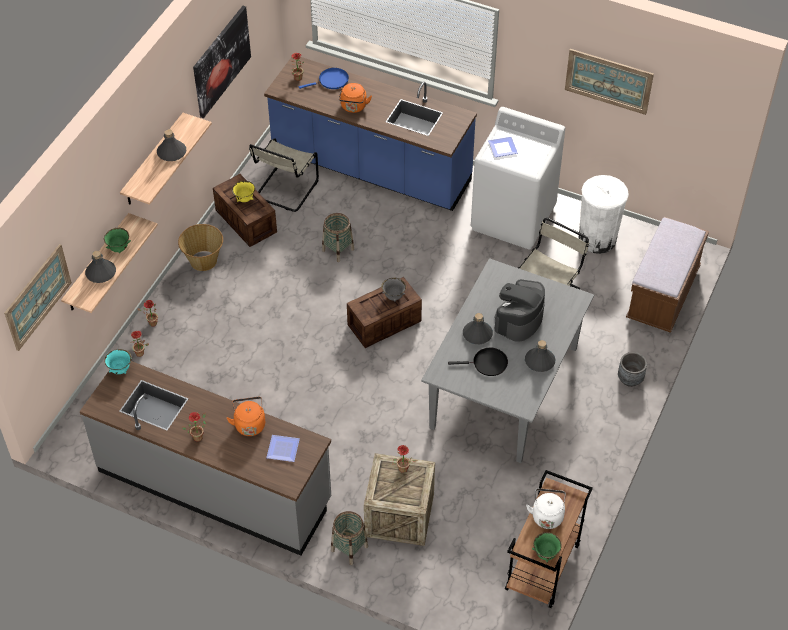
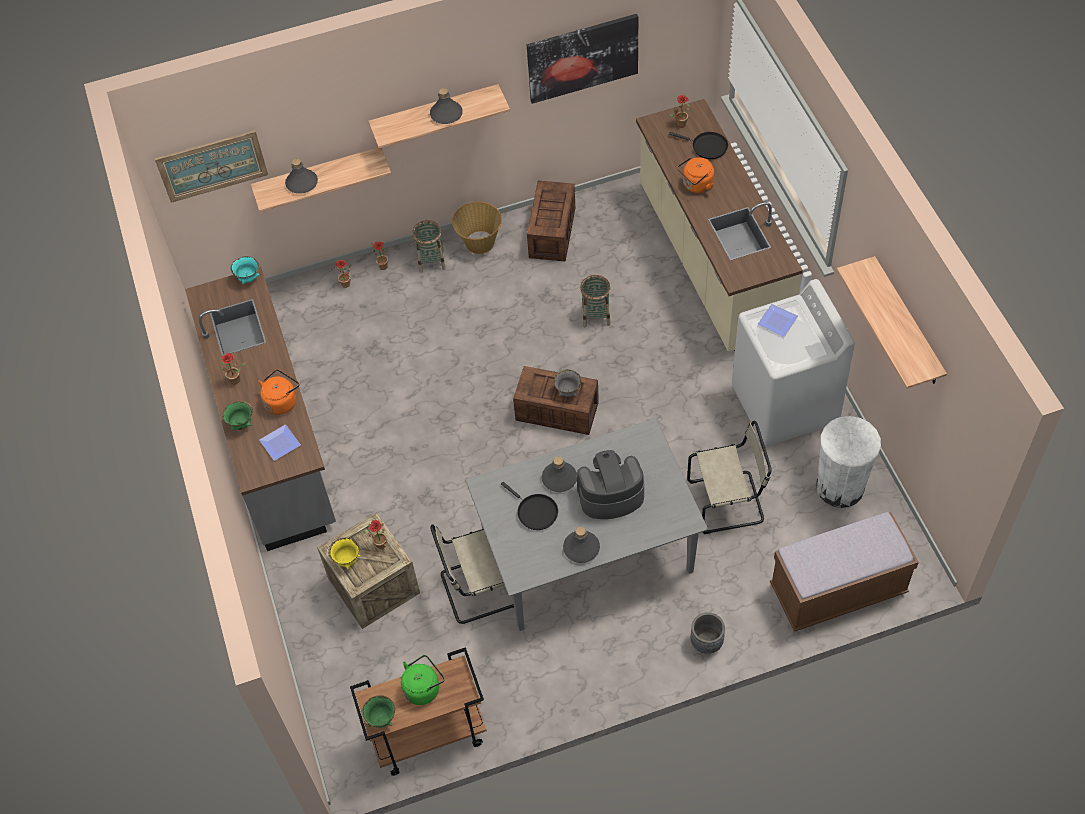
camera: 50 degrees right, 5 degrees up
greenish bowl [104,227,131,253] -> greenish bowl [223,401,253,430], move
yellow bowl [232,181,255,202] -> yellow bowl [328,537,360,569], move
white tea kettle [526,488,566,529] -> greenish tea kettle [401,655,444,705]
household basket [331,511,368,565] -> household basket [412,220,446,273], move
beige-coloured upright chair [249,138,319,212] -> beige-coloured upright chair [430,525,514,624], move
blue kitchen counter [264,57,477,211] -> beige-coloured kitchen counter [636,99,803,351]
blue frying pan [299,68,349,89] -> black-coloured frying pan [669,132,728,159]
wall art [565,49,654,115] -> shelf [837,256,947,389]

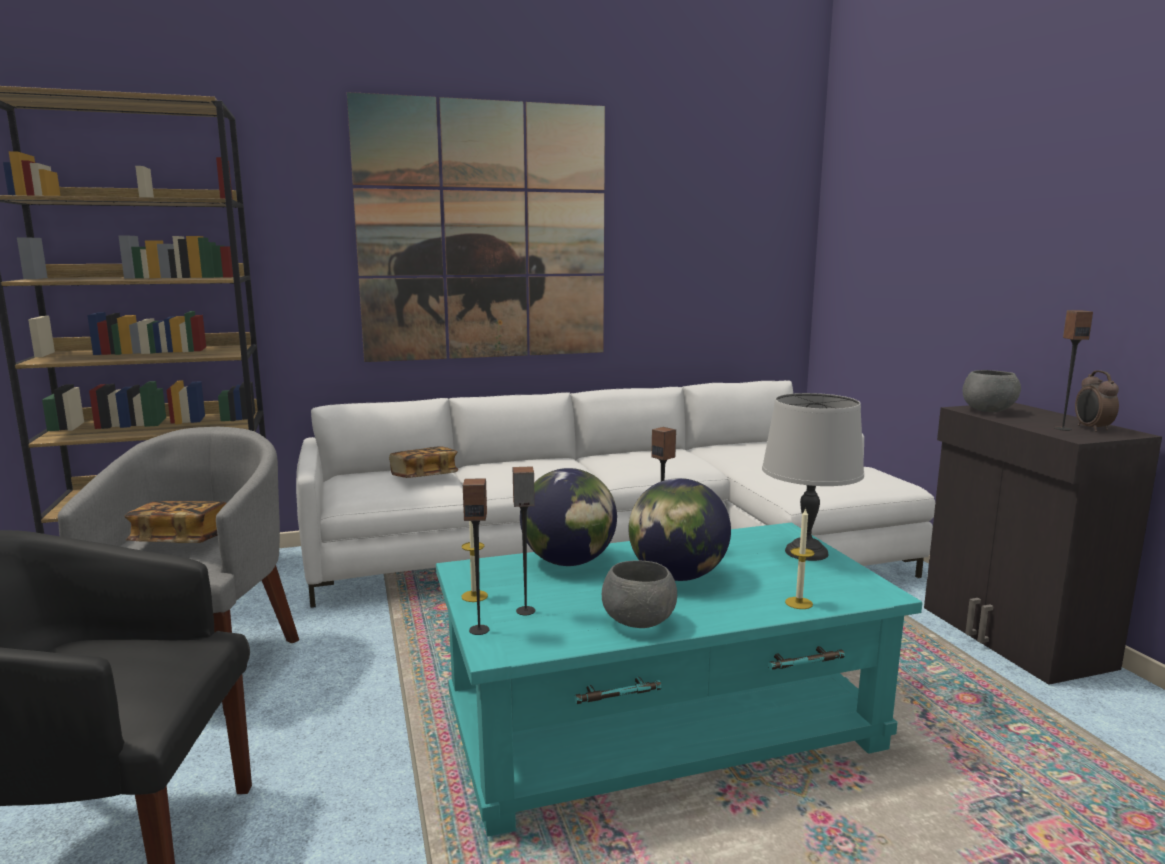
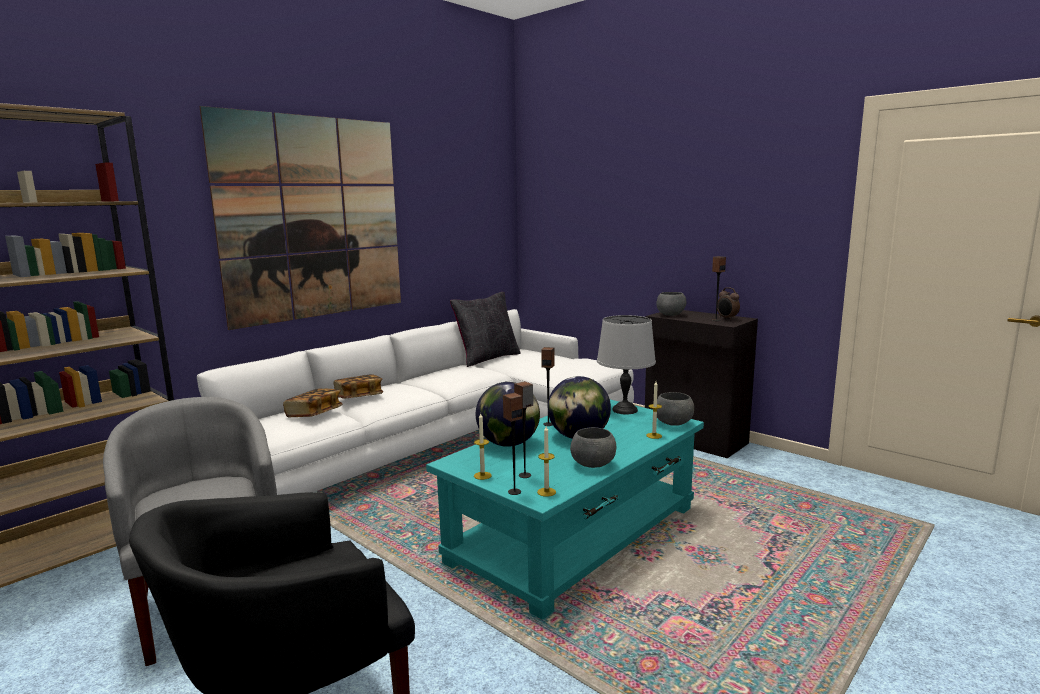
camera: 30 degrees left, 0 degrees up
volume [124,501,227,543] -> volume [334,374,383,399], move
none -> black-coloured cushion [450,292,520,367]
none -> wax candle [537,426,556,497]
none -> gray bowl [657,392,694,426]

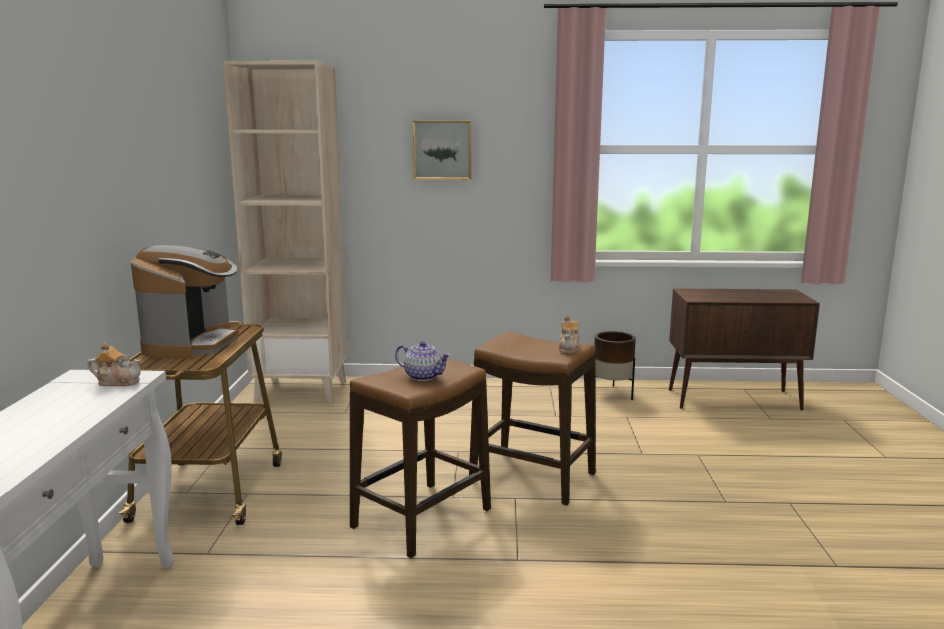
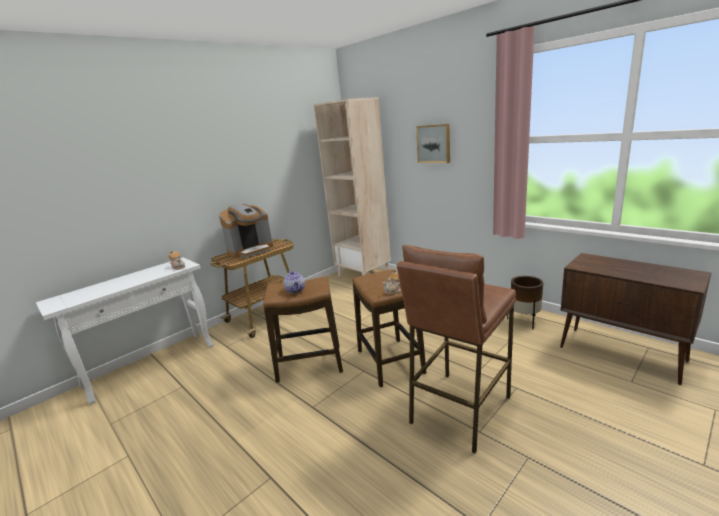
camera: 45 degrees right, 5 degrees up
none -> brown-coloured sitting stool [397,245,516,453]

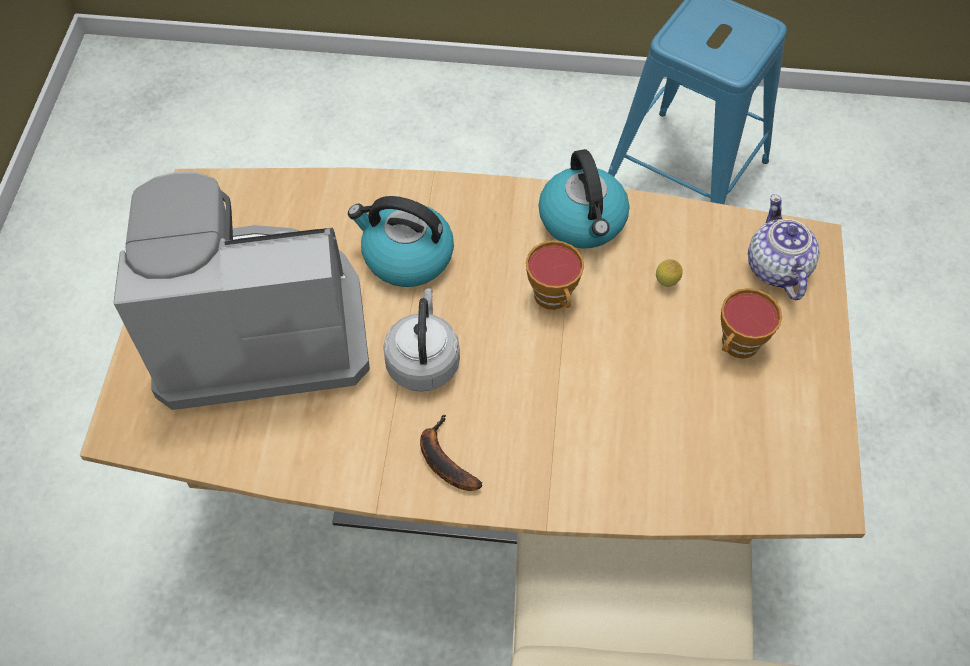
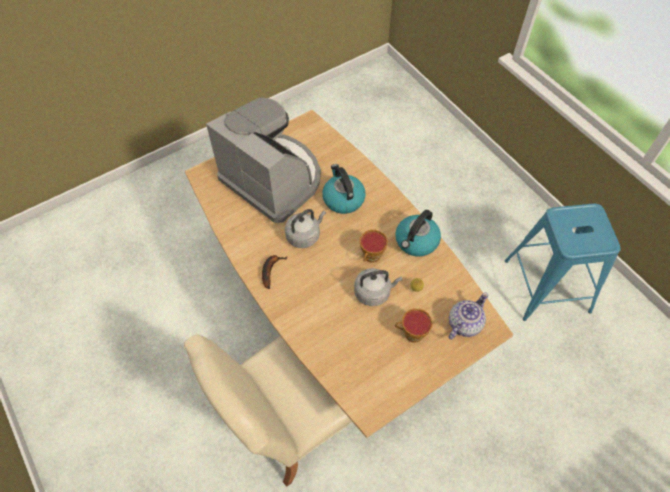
camera: 50 degrees right, 0 degrees up
none -> gray tea kettle [354,268,403,306]

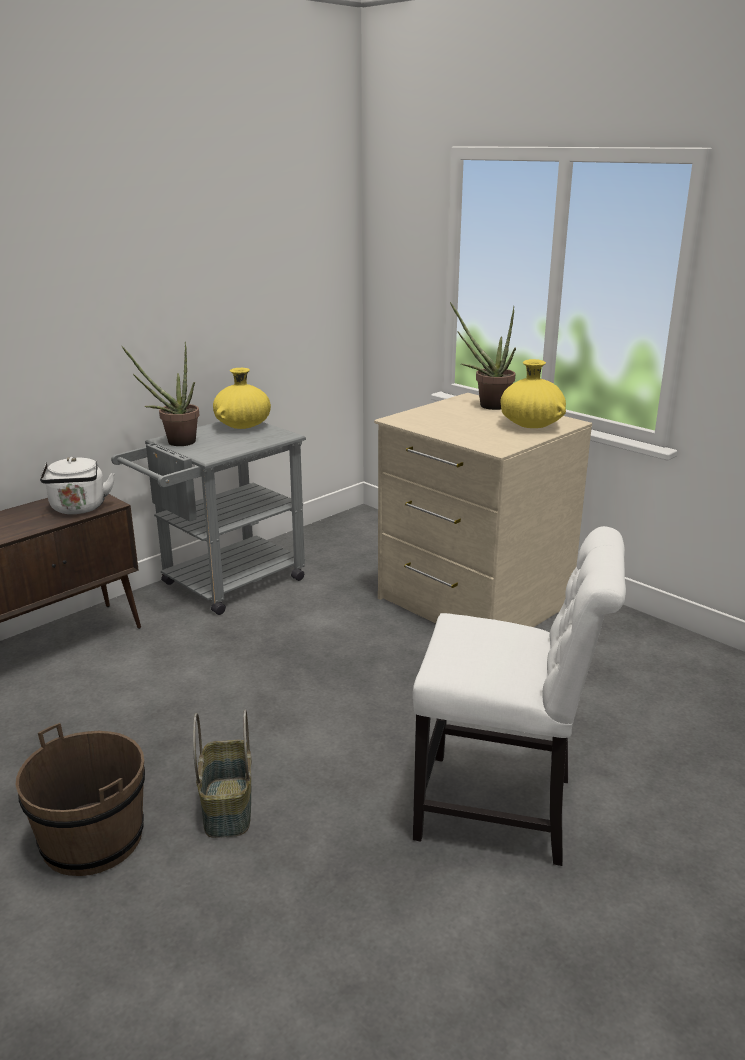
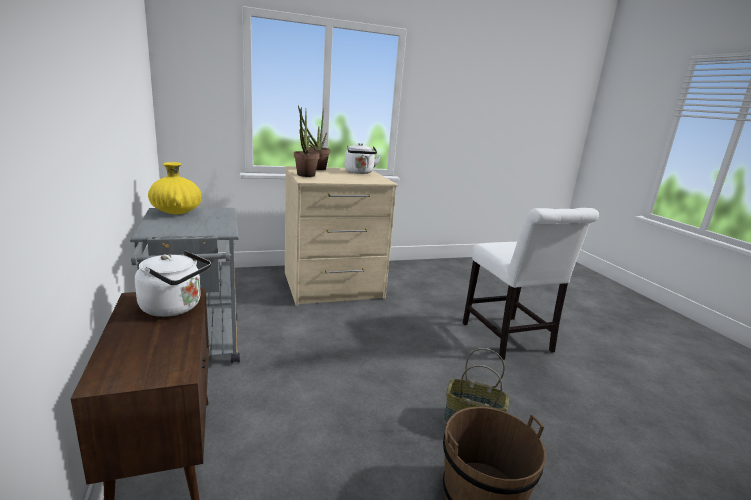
camera: 65 degrees left, 5 degrees down
plant in a pot [122,342,199,446] -> plant in a pot [294,107,320,177], move
yellow flower vase [501,359,566,428] -> white tea kettle [345,143,381,174]
white upright chair [413,526,626,866] -> white upright chair [462,208,599,360], 120 degrees clockwise

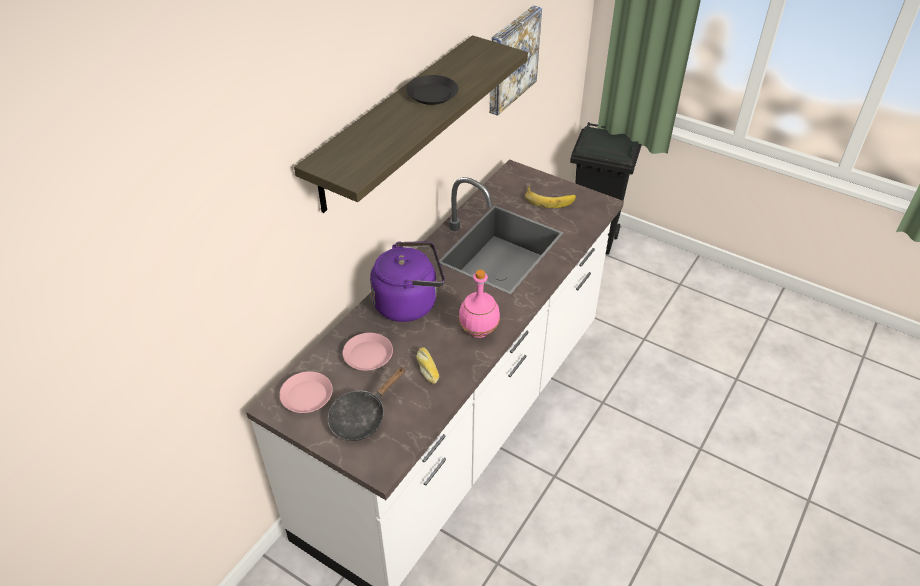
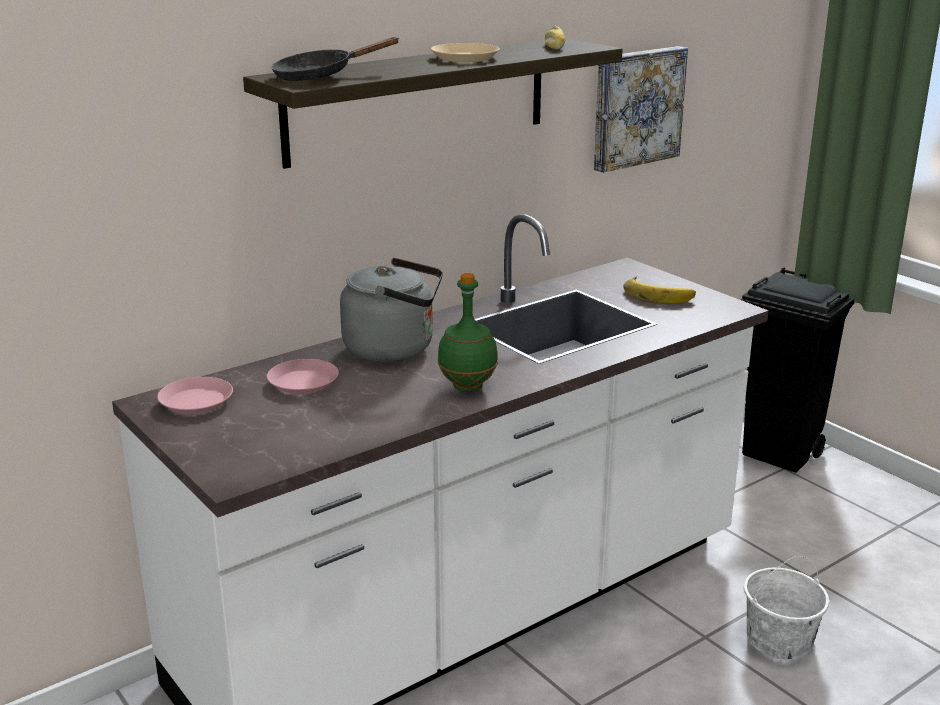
camera: 20 degrees right, 20 degrees down
black-coloured frying pan [328,367,405,441] -> black-coloured frying pan [271,37,400,81], move
purple tea kettle [370,242,445,322] -> gray tea kettle [340,258,443,362]
black-coloured flat dish [406,75,458,105] -> beige-coloured flat dish [431,43,500,62]
pink drink bottle [459,269,500,338] -> greenish drink bottle [438,273,498,392]
bakery bread [416,347,439,384] -> bakery bread [545,26,565,49], move
none -> white bucket [744,556,829,660]

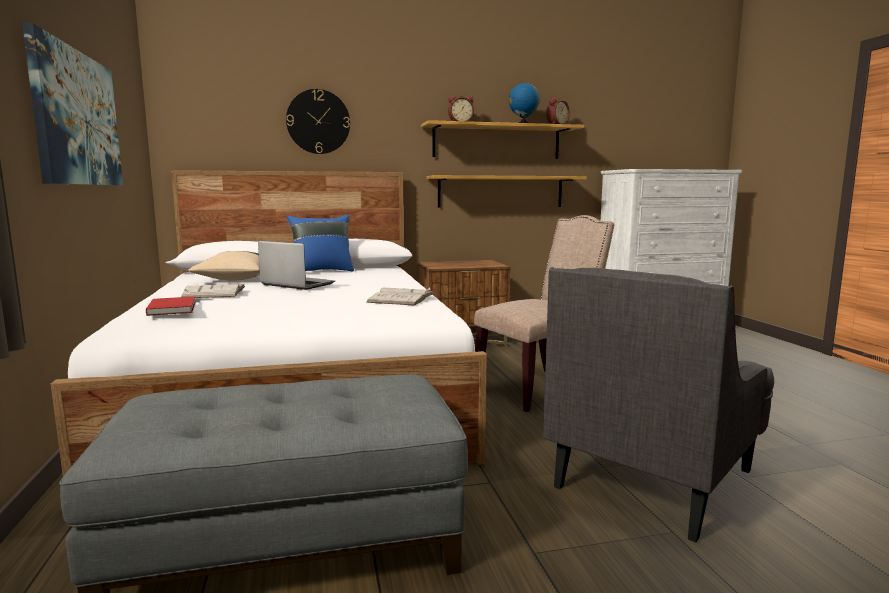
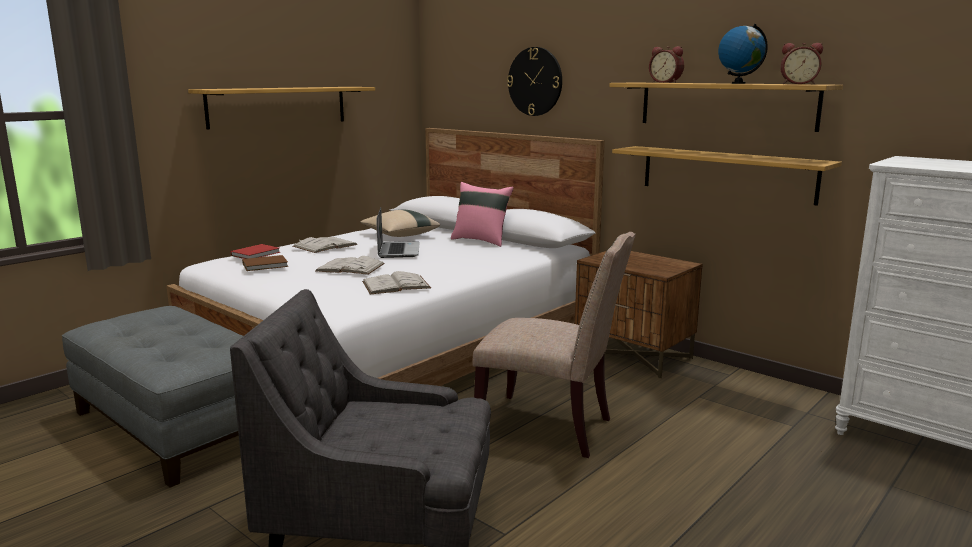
camera: 55 degrees right, 5 degrees up
wall art [22,23,123,185] -> shelf [188,87,375,129]
none -> brown-coloured volume [242,255,288,271]
none -> white volume [316,256,385,275]
blue cushion [287,215,354,272] -> pink cushion [451,182,514,247]

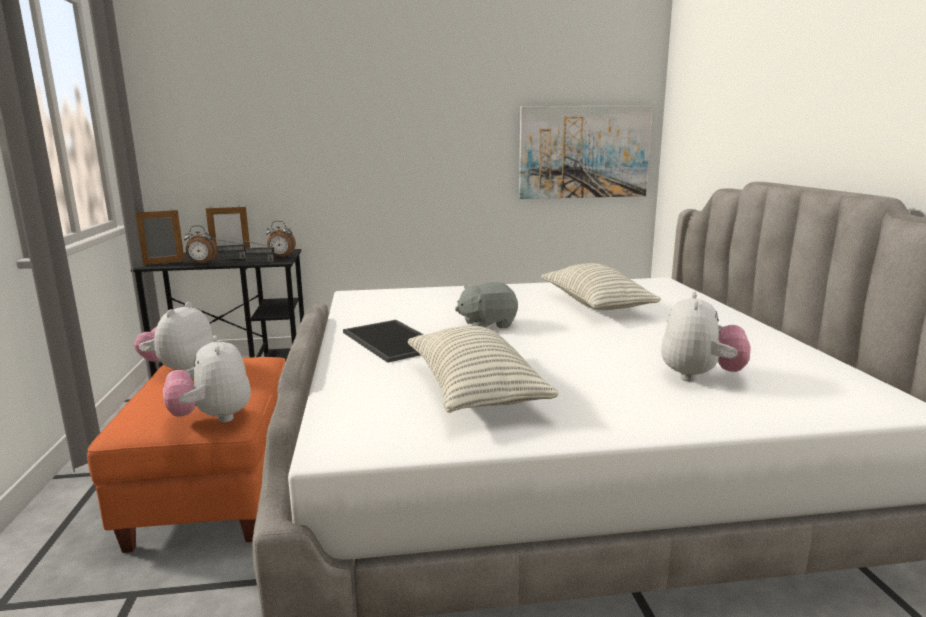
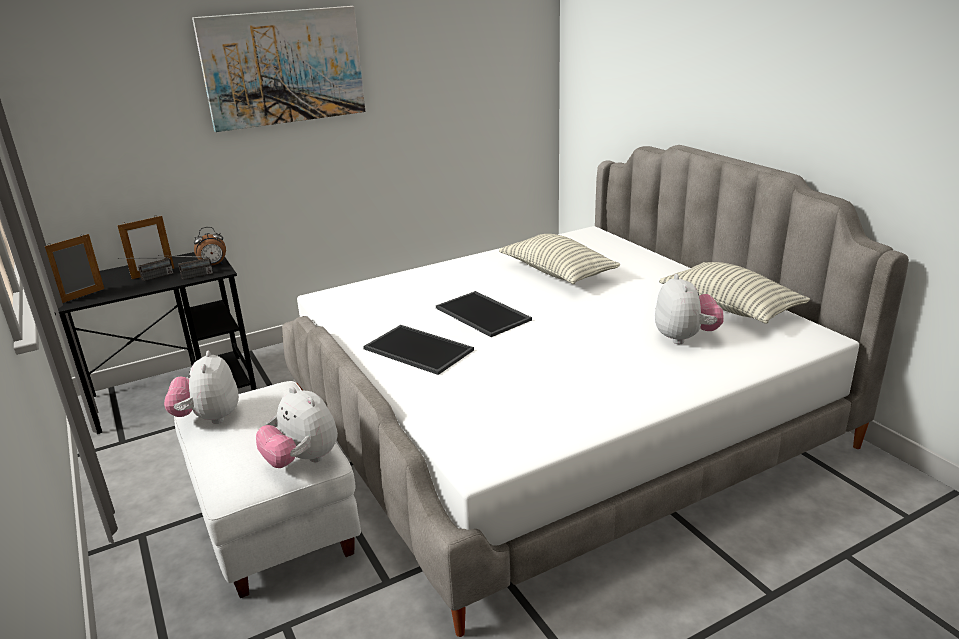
camera: 20 degrees left, 10 degrees up
orange-coloured pouffe [87,357,286,553] -> white pouffe [174,381,361,598]
wall art [519,106,652,199] -> wall art [192,6,365,132], move
gray cuddly toy [455,282,518,328] -> carrying tray [436,291,532,337]
cushion [408,326,559,413] -> cushion [659,262,810,323], move
table clock [184,225,217,265] -> none

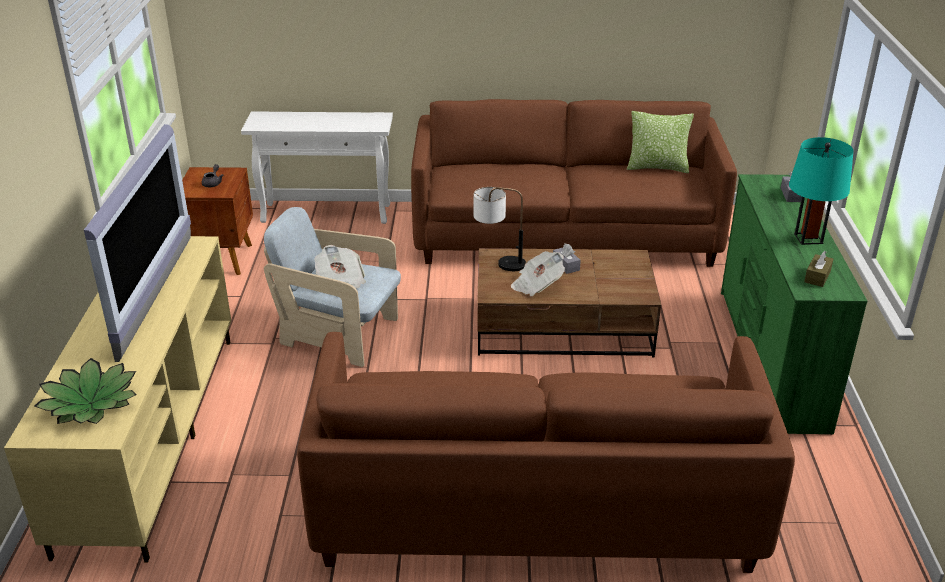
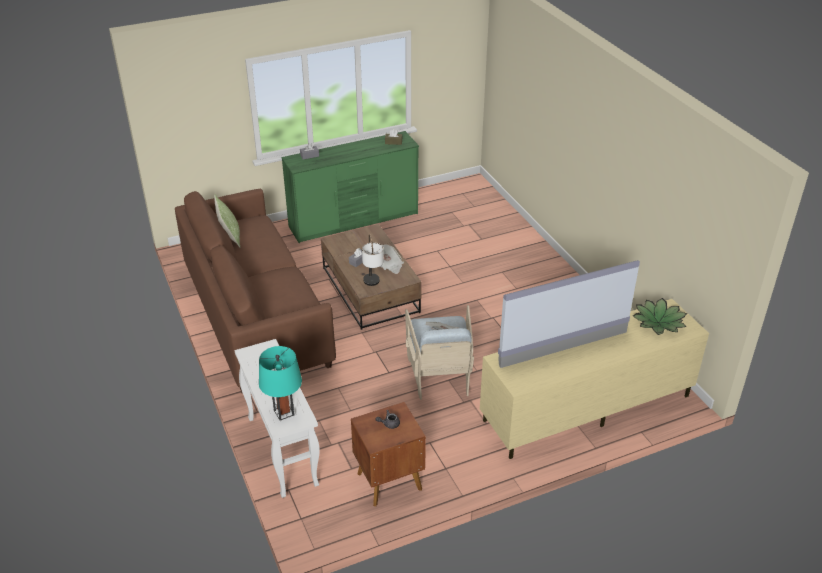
camera: 115 degrees left, 5 degrees up
turquoise lamp for a table [789,137,854,245] -> turquoise lamp for a table [259,346,302,421], move
brown-coloured settee [297,332,795,573] -> none

